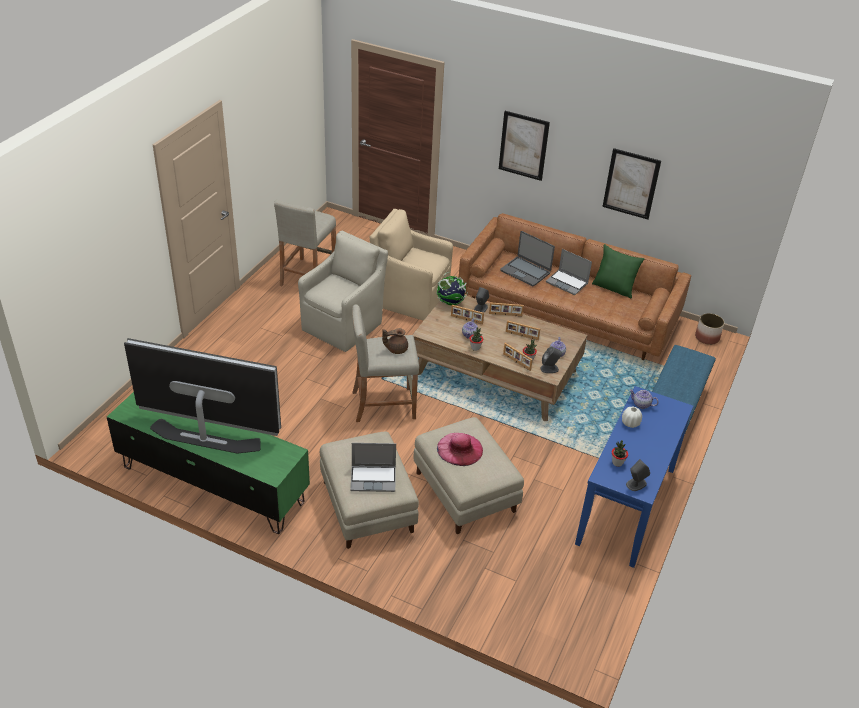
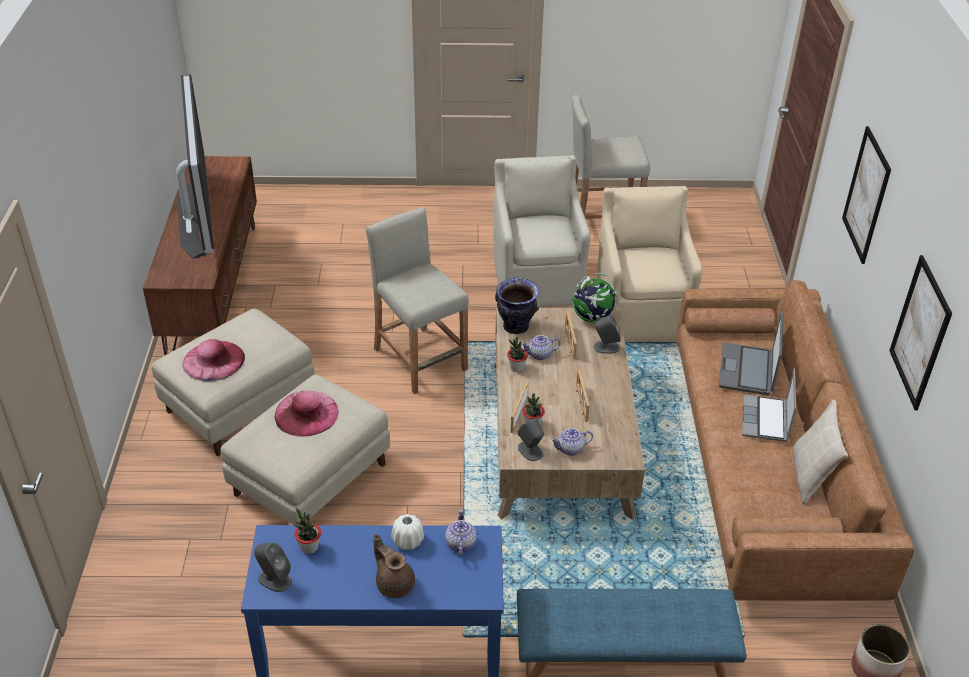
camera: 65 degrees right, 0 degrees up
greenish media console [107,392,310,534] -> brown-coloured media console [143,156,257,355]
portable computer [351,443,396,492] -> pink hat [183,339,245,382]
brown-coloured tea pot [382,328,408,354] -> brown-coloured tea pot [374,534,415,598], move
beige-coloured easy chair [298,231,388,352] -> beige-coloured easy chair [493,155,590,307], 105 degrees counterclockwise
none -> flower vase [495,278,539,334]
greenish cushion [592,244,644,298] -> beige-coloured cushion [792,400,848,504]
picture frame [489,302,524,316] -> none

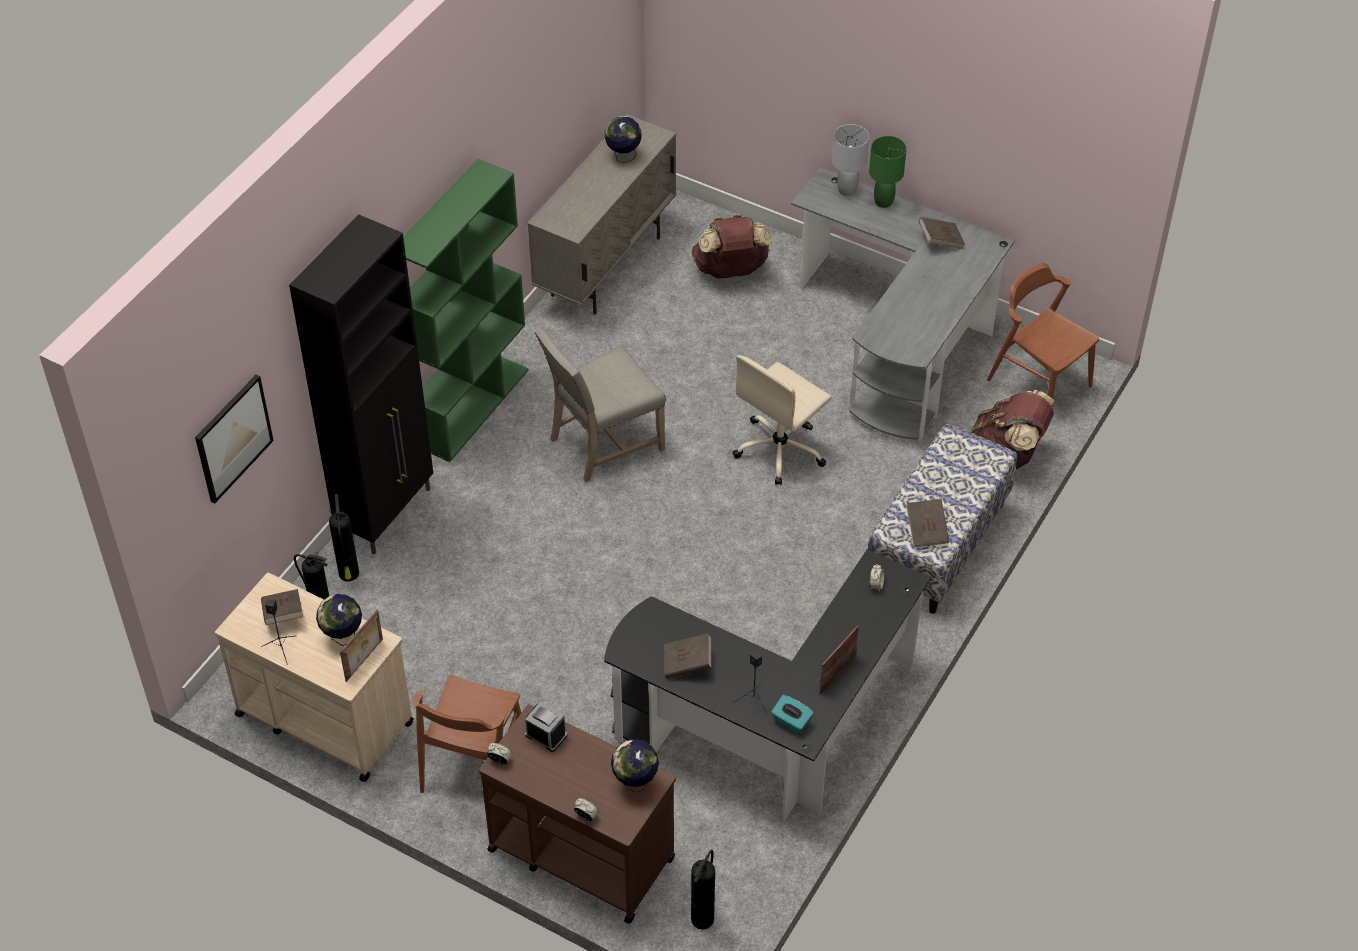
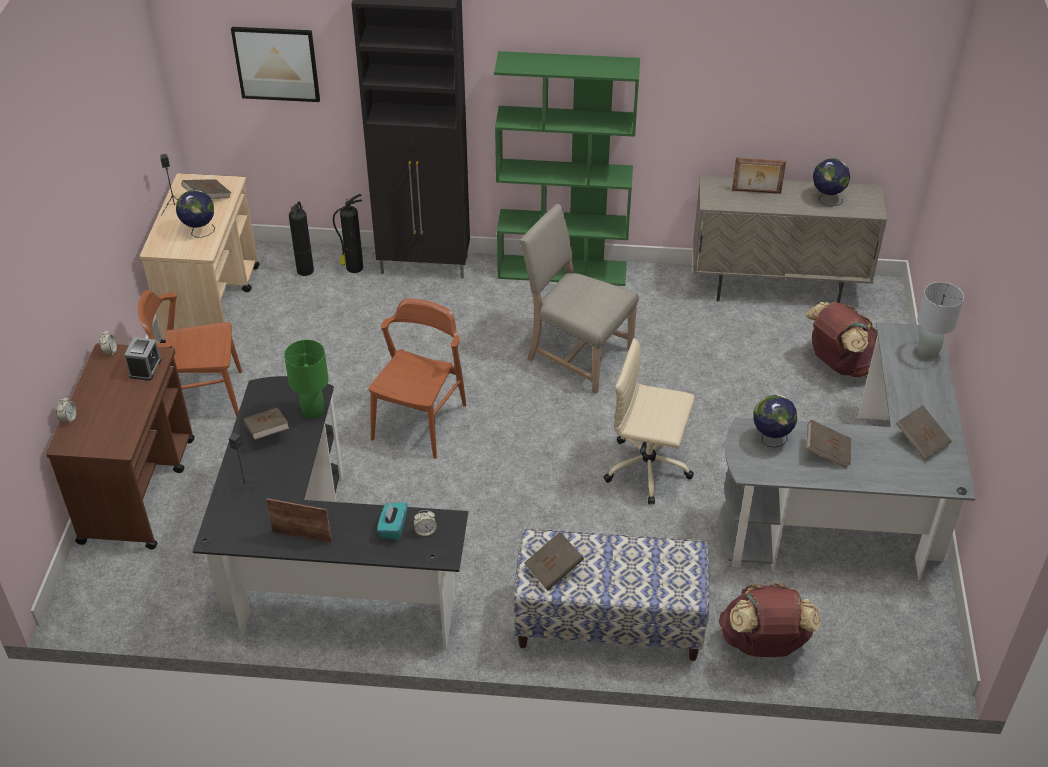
camera: 65 degrees right, 5 degrees down
greenish lamp for a table [869,136,906,208] -> greenish lamp for a table [284,340,329,419], move
brown-coloured upright chair [987,263,1099,399] -> brown-coloured upright chair [369,299,467,459], move
turquoise box of tissues [771,695,814,734] -> turquoise box of tissues [377,503,408,540], move
picture frame [340,609,383,682] -> picture frame [732,158,786,194], move
globe [611,739,659,793] -> globe [753,394,797,448], move
none -> brown-coloured volume [806,420,851,468]
extinguisher [691,850,715,929] -> none

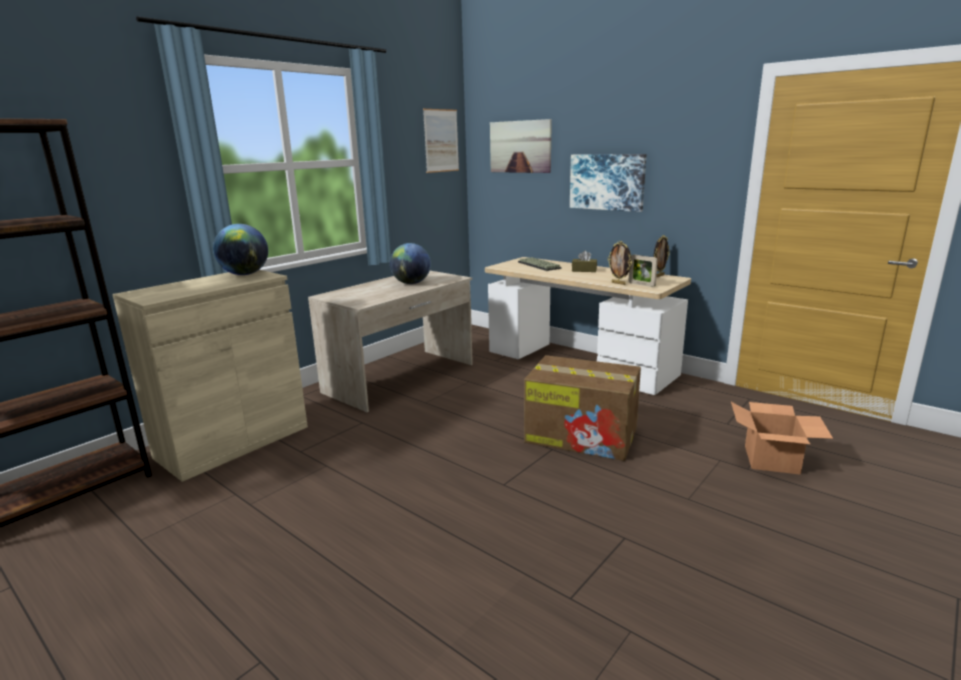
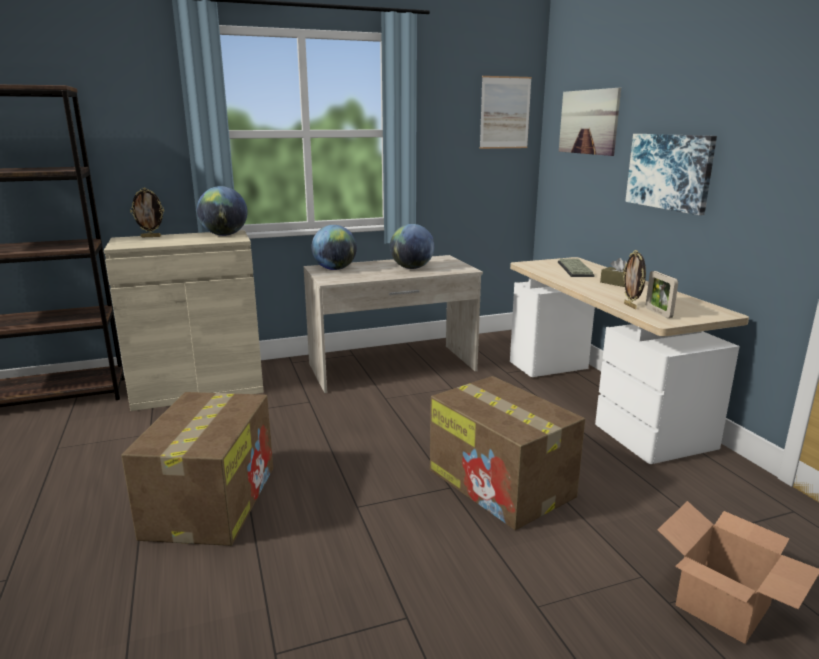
camera: 30 degrees right, 0 degrees up
none -> carton [121,392,273,546]
picture frame [654,235,670,277] -> picture frame [130,188,164,237], move
none -> globe [311,225,357,270]

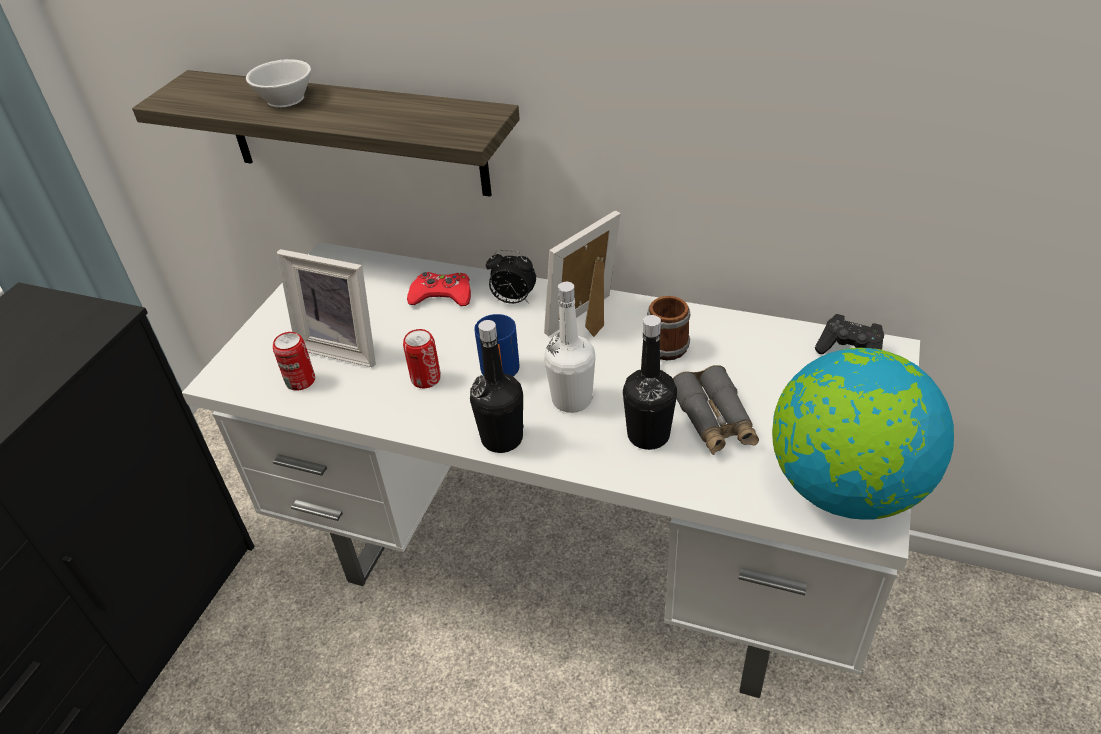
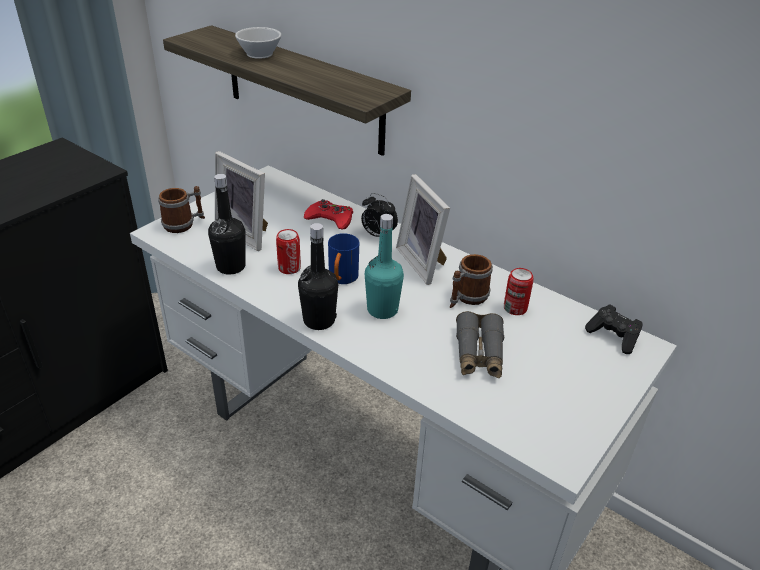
camera: 15 degrees right, 5 degrees down
none -> tea mug [158,186,205,233]
black-coloured drink bottle [623,315,677,450] -> black-coloured drink bottle [208,174,246,275], move
white drink bottle [544,282,596,413] -> turquoise drink bottle [365,214,404,319]
picture frame [544,211,621,337] -> picture frame [396,174,450,285], 90 degrees counterclockwise
sealed can [273,332,315,390] -> sealed can [504,268,534,315], move
globe [772,348,954,520] -> none

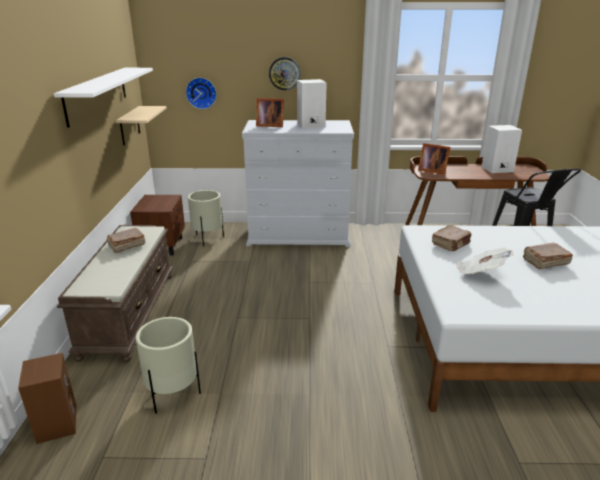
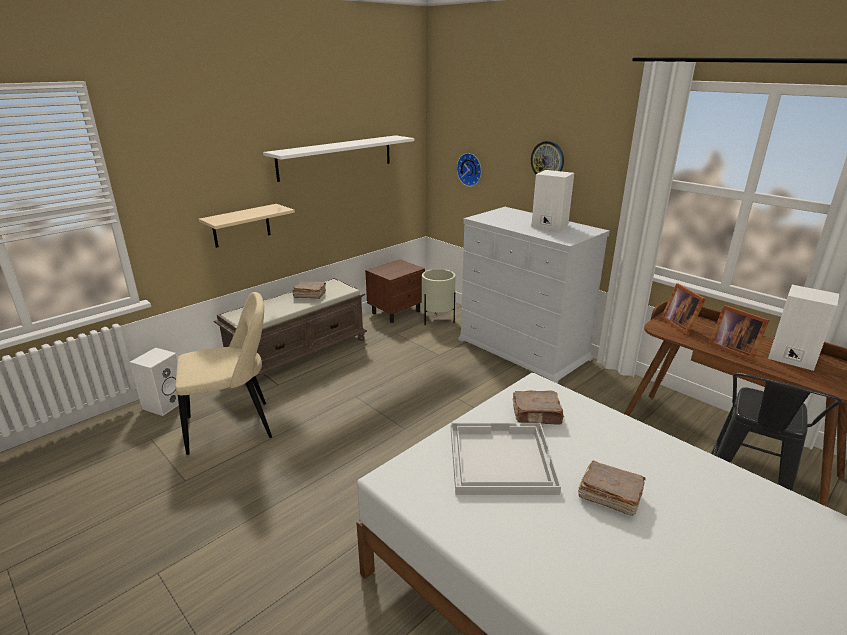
camera: 45 degrees right, 0 degrees up
brown-coloured speaker [18,353,77,444] -> white speaker [130,348,179,416]
beige-coloured planter [136,317,201,414] -> beige-coloured upright chair [175,292,272,455]
beige-coloured shelf [116,106,166,146] -> beige-coloured shelf [199,204,295,248], move
daily paper [456,247,513,276] -> white carrying tray [451,423,561,495]
picture frame [256,98,284,127] -> picture frame [709,305,769,361], move

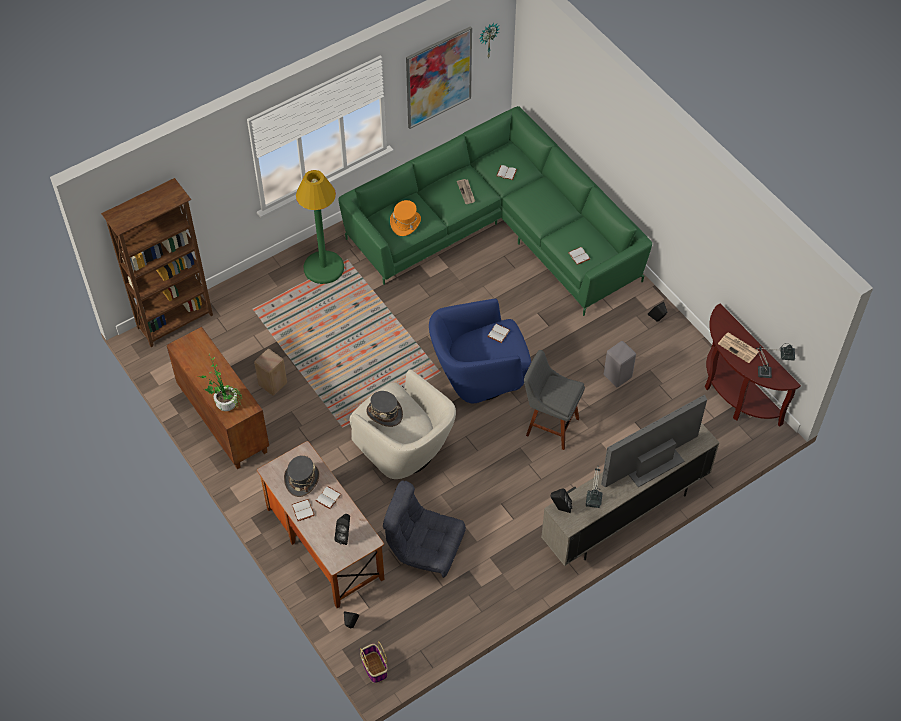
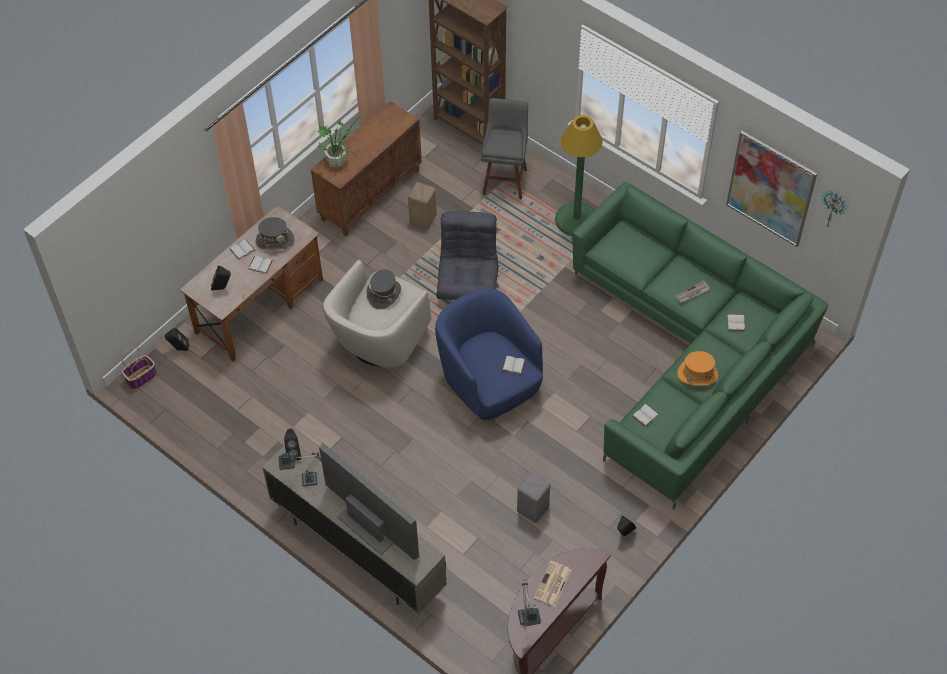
camera: 75 degrees right, 0 degrees up
gray easy chair [383,480,466,578] -> gray easy chair [436,211,499,300], move
gray sitting stool [524,350,585,450] -> gray sitting stool [481,98,528,199], move
orange-coloured hat [390,200,421,236] -> orange-coloured hat [677,351,718,386], move

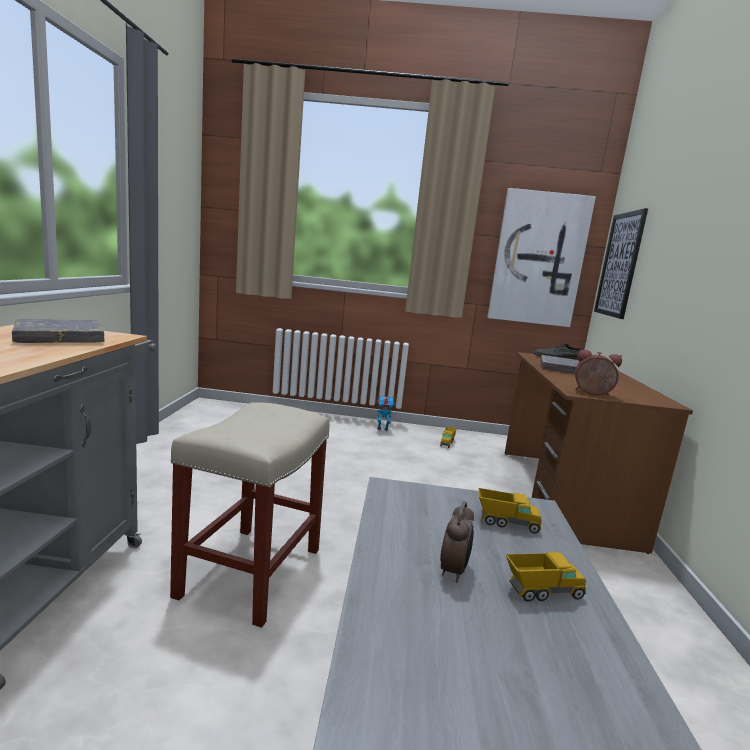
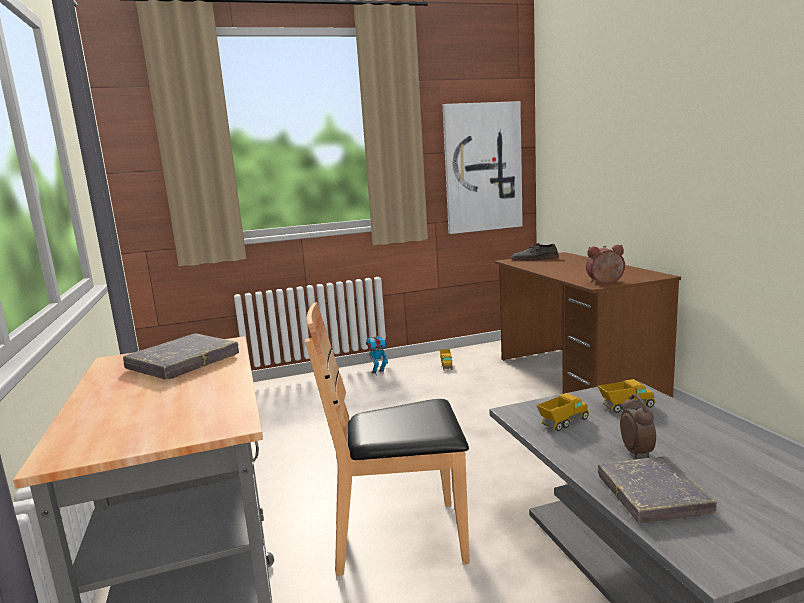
camera: 20 degrees left, 0 degrees up
beige-coloured sitting stool [170,402,330,628] -> brown-coloured upright chair [305,302,470,576]
model truck [506,552,586,602] -> model truck [536,393,589,431], move
gray volume [540,355,580,374] -> gray volume [598,456,717,523], move
wall art [594,208,648,319] -> none

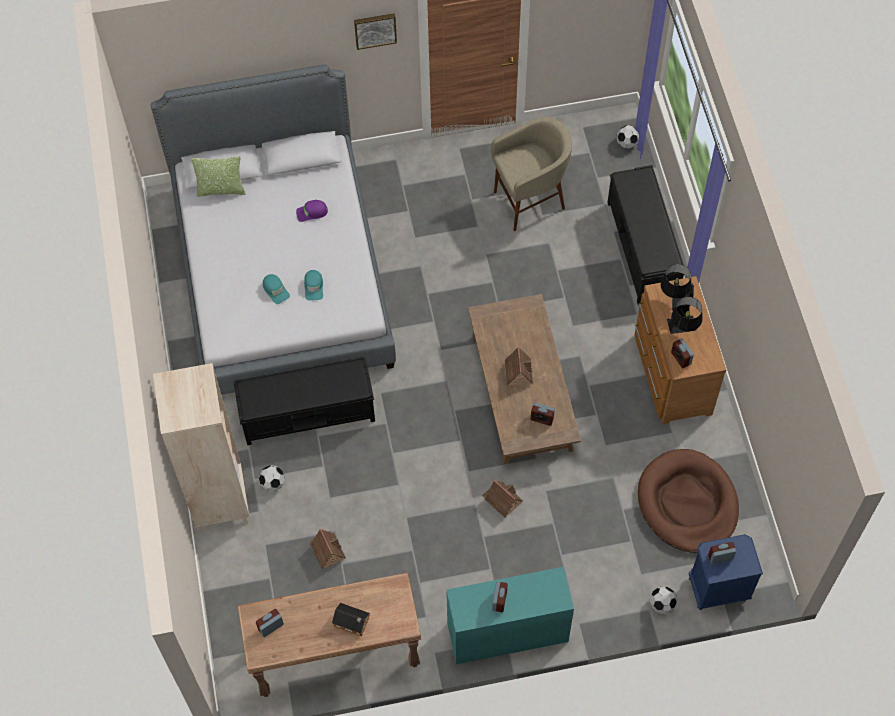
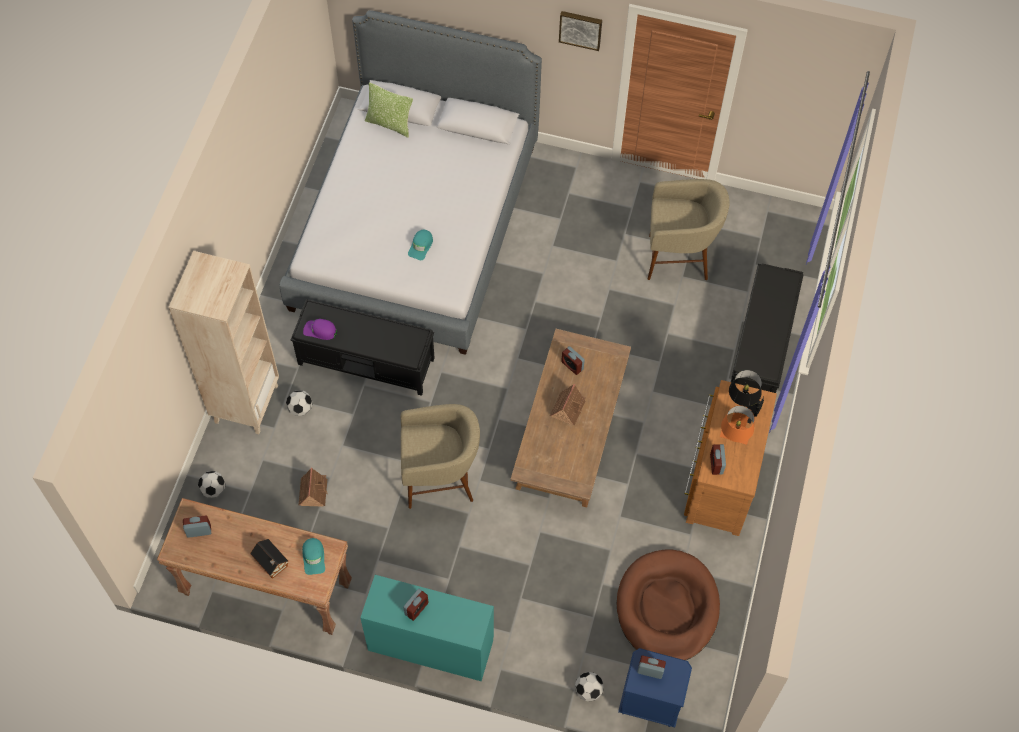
camera: 25 degrees right, 0 degrees up
football ball [616,125,639,149] -> football ball [198,471,226,498], move
turquoise peaked cap [263,274,290,304] -> turquoise peaked cap [302,538,325,575], move
purple peaked cap [296,200,328,222] -> purple peaked cap [303,319,337,340], move
none -> beige-coloured sitting stool [401,404,480,509]
table clock [531,403,555,426] -> table clock [561,346,585,375], move
black-coloured lamp for a table [667,297,702,334] -> orange-coloured lamp for a table [720,406,755,445]
miniature house [482,479,523,518] -> none

